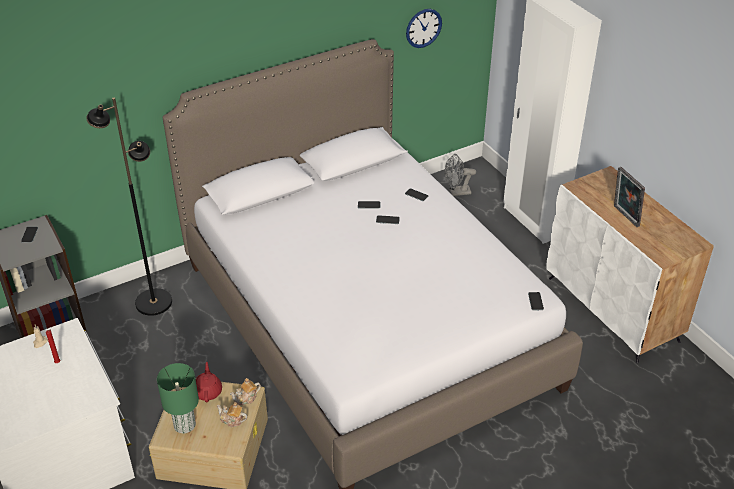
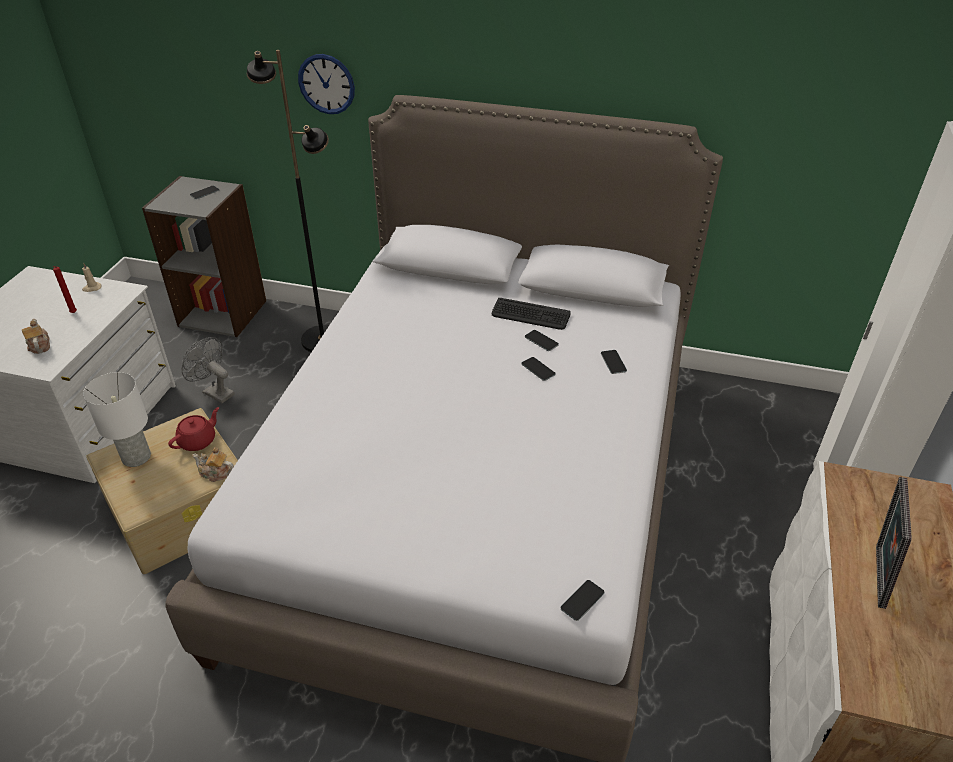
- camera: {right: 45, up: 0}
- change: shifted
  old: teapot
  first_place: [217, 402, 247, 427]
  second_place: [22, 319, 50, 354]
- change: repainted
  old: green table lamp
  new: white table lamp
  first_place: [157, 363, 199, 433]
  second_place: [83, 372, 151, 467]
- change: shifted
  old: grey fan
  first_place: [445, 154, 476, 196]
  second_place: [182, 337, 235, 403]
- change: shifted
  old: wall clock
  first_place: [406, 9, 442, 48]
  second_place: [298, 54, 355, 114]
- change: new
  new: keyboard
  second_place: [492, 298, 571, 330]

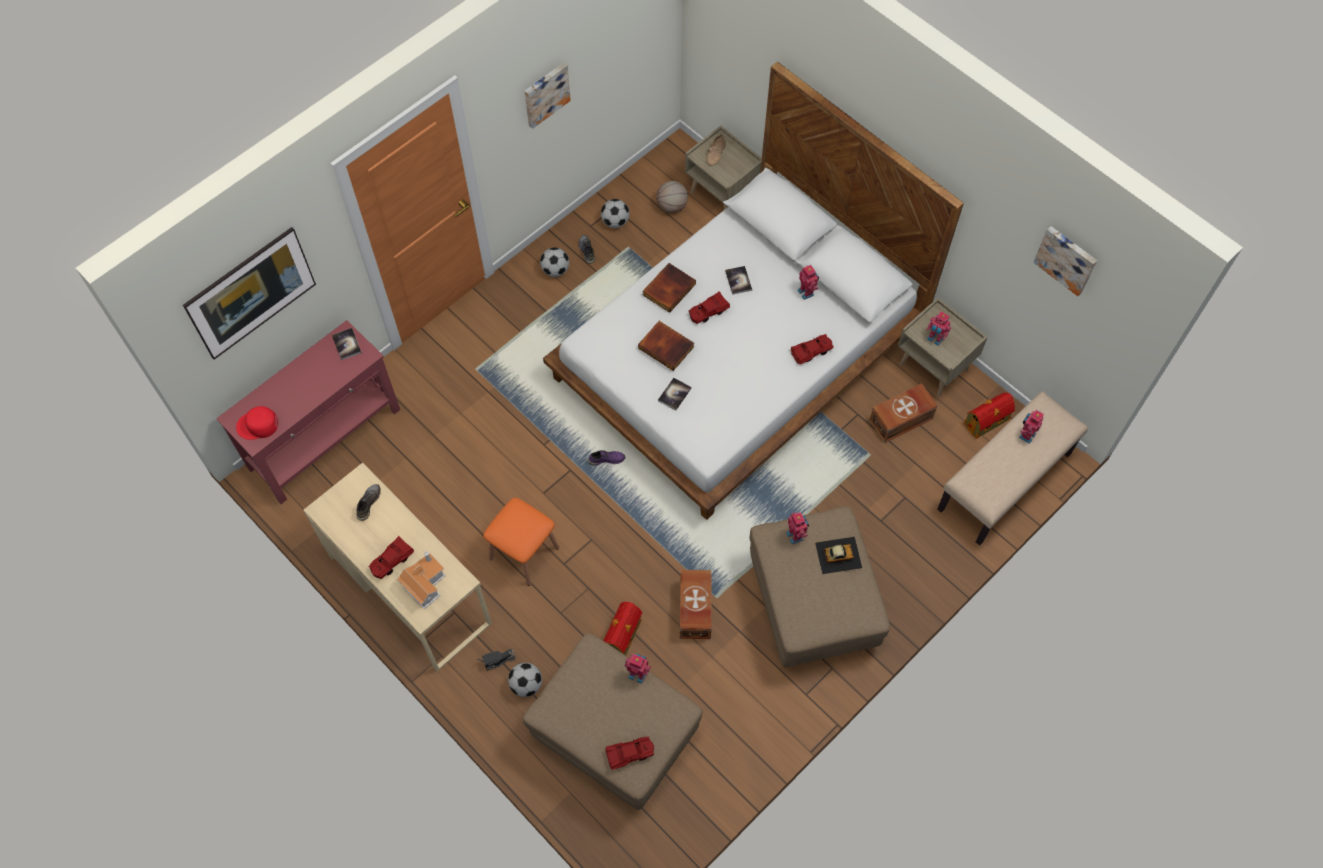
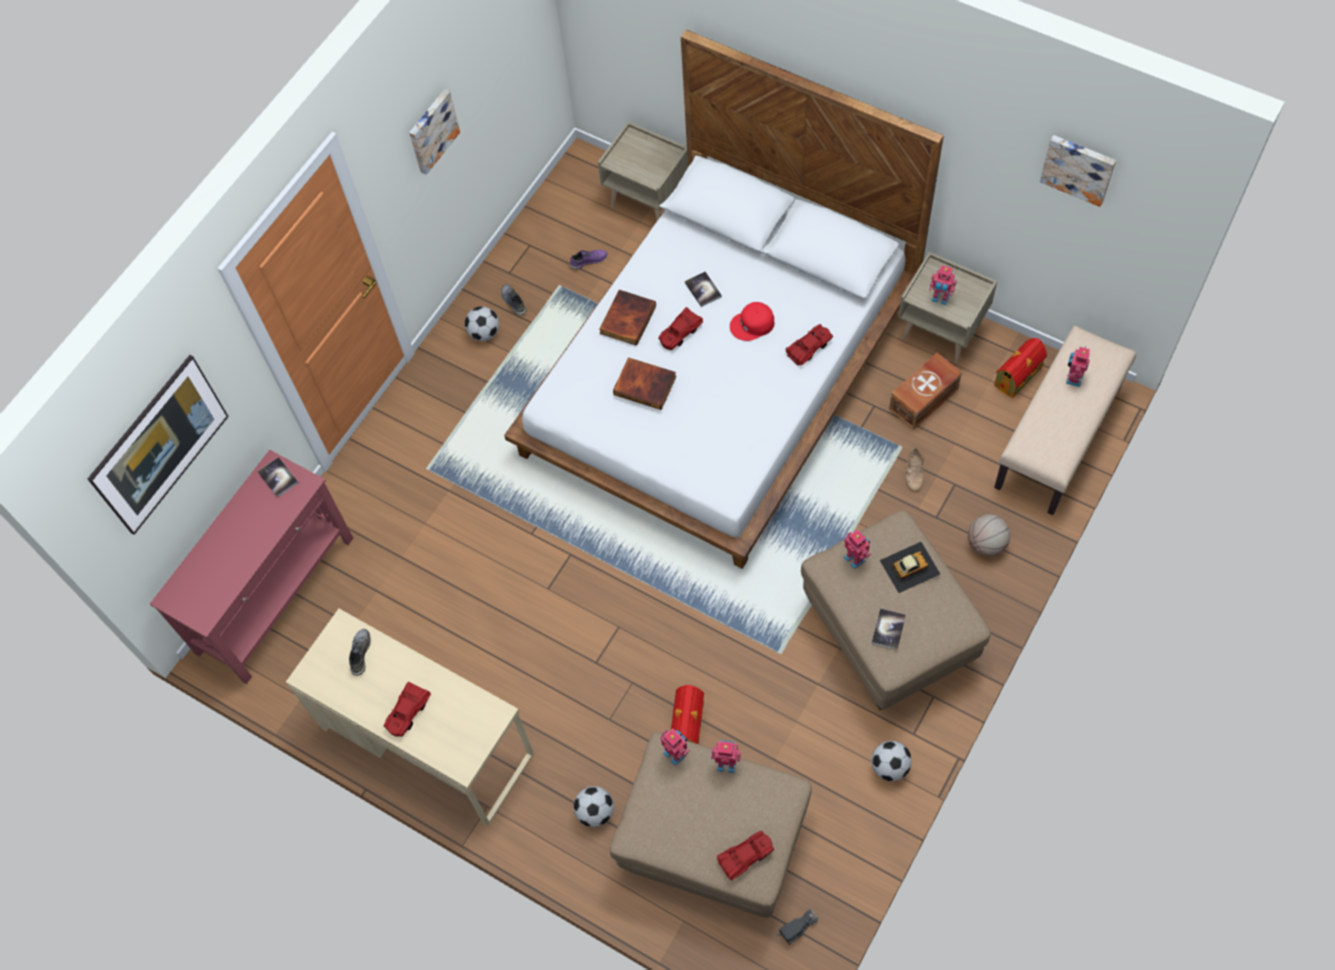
- camera: {right: -10, up: 0}
- change: shifted
  old: purple shoe
  first_place: [588, 450, 625, 466]
  second_place: [569, 250, 608, 270]
- change: shifted
  old: toy robot
  first_place: [798, 265, 819, 300]
  second_place: [660, 728, 690, 766]
- change: shifted
  old: red cap
  first_place: [236, 406, 278, 440]
  second_place: [730, 302, 774, 341]
- change: shifted
  old: toy truck
  first_place: [478, 649, 516, 671]
  second_place: [777, 910, 819, 945]
- change: shifted
  old: book
  first_place: [658, 378, 692, 411]
  second_place: [872, 608, 906, 650]
- change: shifted
  old: football
  first_place: [601, 199, 629, 228]
  second_place: [872, 741, 912, 781]
- change: shifted
  old: beige shoe
  first_place: [706, 134, 726, 166]
  second_place: [906, 447, 924, 491]
- change: shifted
  old: basketball
  first_place: [656, 181, 688, 213]
  second_place: [968, 514, 1010, 556]
- change: gone
  old: toy house
  first_place: [397, 551, 446, 609]
- change: gone
  old: orange stool
  first_place: [483, 498, 559, 586]
- change: gone
  old: brown storage box
  first_place: [680, 570, 712, 639]

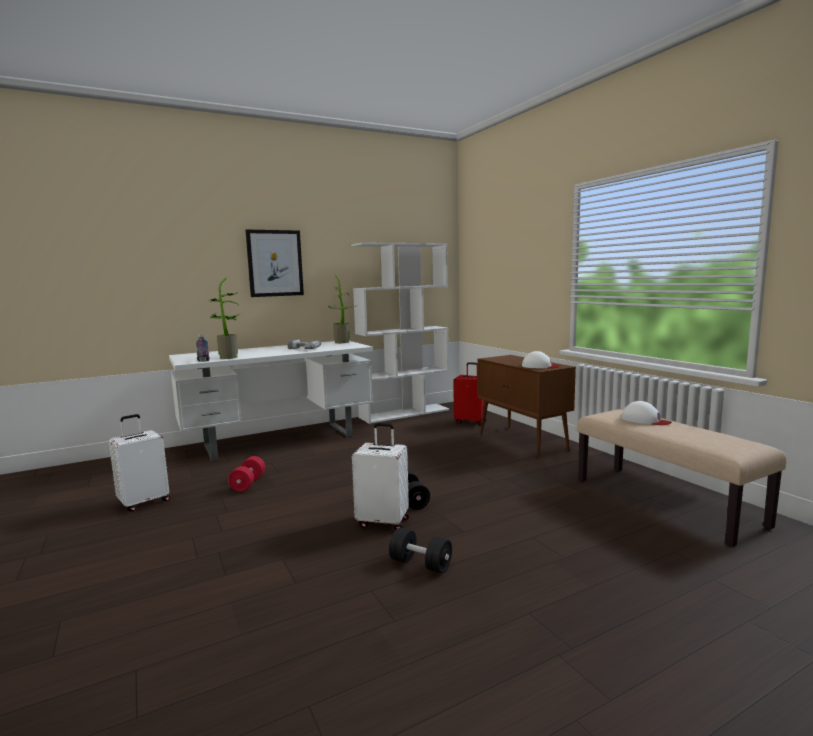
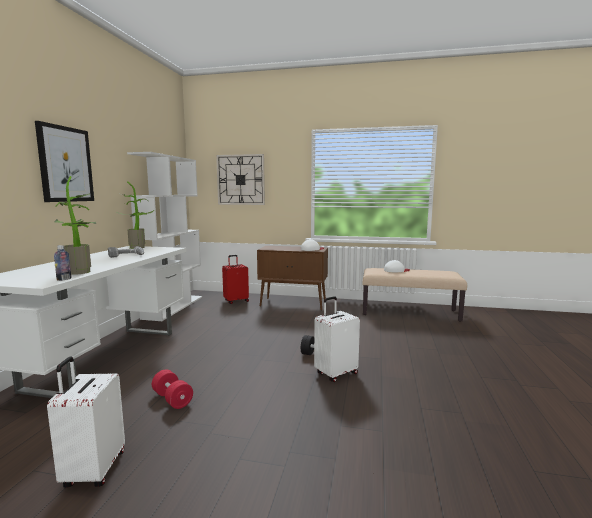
- camera: {right: -50, up: 0}
- change: new
  new: wall clock
  second_place: [216, 154, 265, 205]
- change: gone
  old: black dumbbell
  first_place: [389, 527, 452, 574]

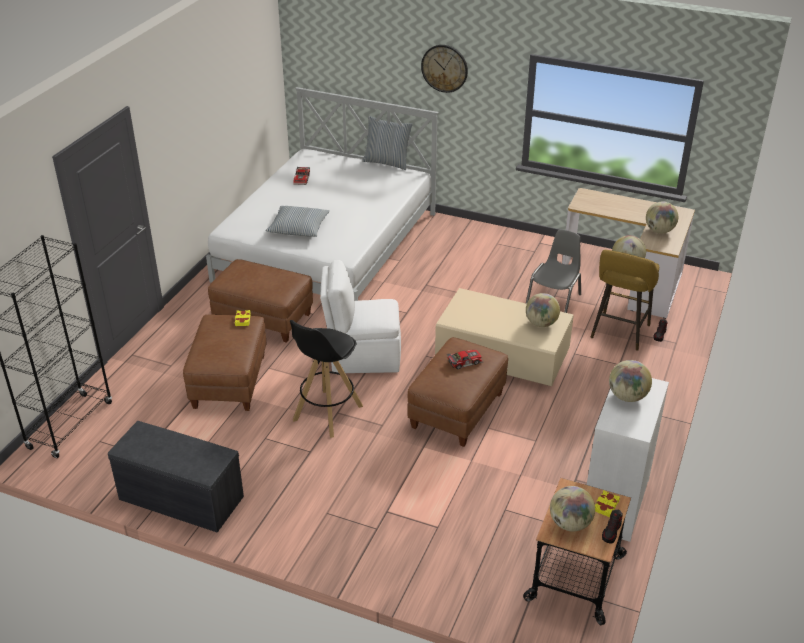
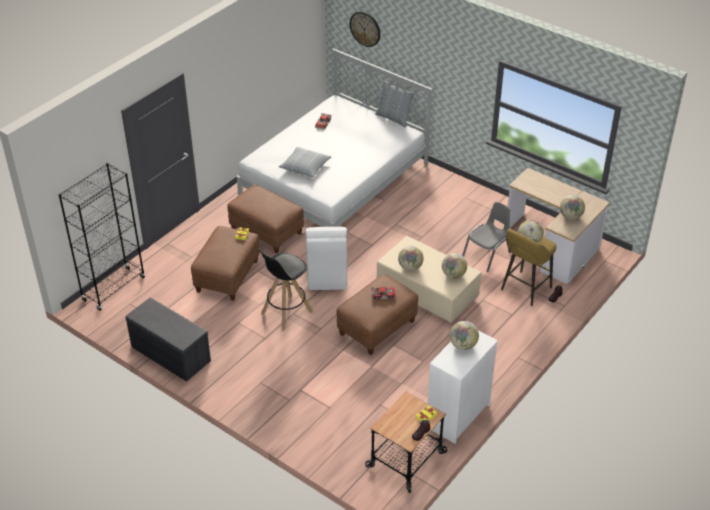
- camera: {right: 15, up: 5}
- change: rotated
  old: white chair
  first_place: [320, 260, 401, 373]
  second_place: [306, 227, 347, 290]
  degrees: -105
- change: shifted
  old: wall clock
  first_place: [421, 45, 468, 93]
  second_place: [349, 11, 380, 47]
- change: shifted
  old: globe
  first_place: [550, 486, 595, 531]
  second_place: [398, 246, 424, 271]

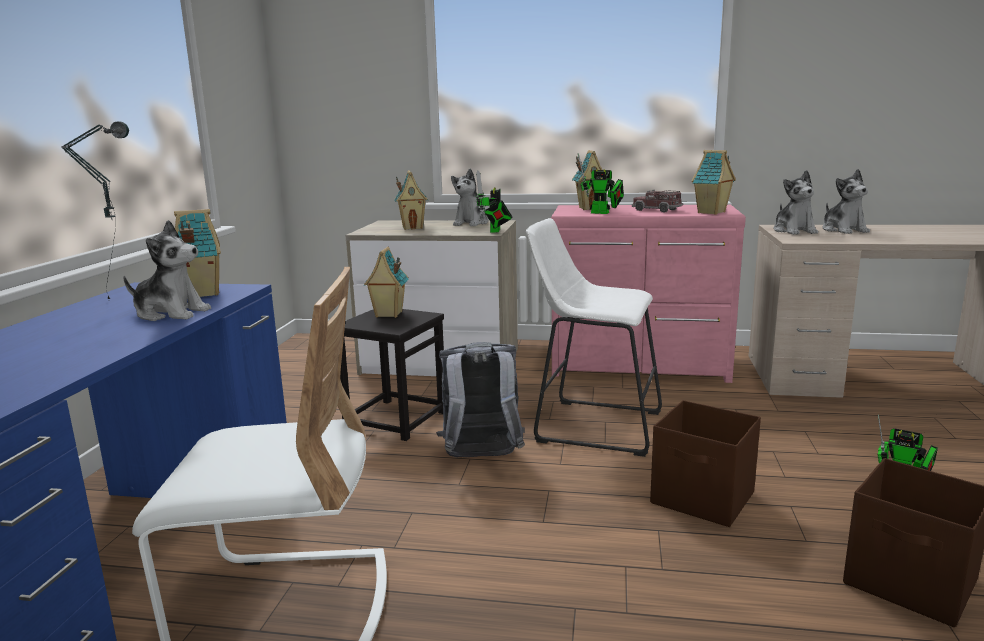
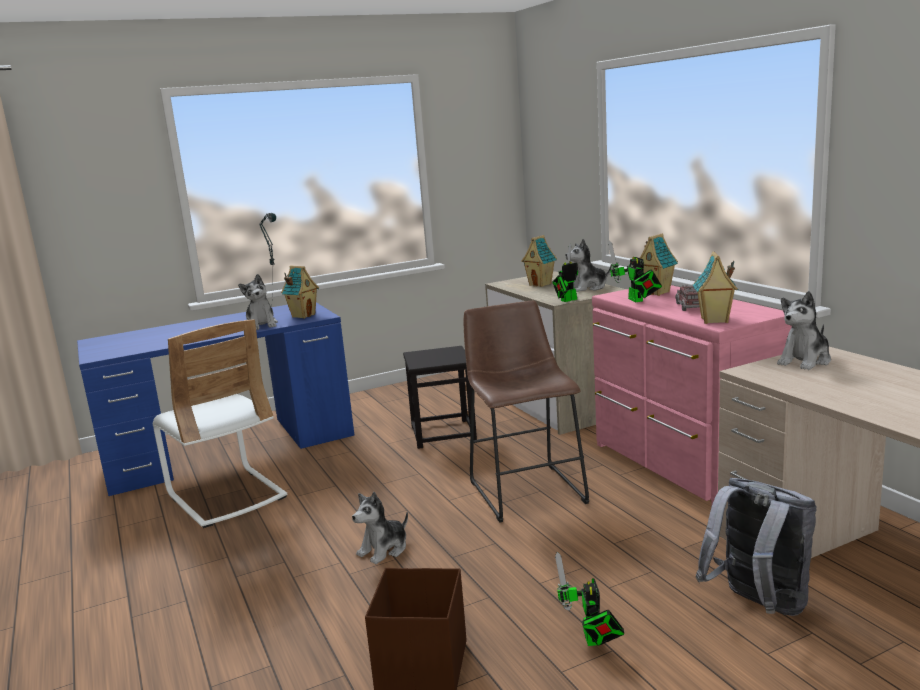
- camera: {right: 55, up: 0}
- change: shifted
  old: plush toy
  first_place: [823, 169, 870, 234]
  second_place: [352, 492, 408, 564]
- change: repainted
  old: white stool
  new: brown stool
  first_place: [526, 218, 662, 457]
  second_place: [464, 301, 589, 523]
- change: shifted
  old: grey backpack
  first_place: [436, 342, 525, 457]
  second_place: [696, 478, 817, 616]
- change: gone
  old: toy house
  first_place: [364, 247, 409, 318]
- change: gone
  old: brown storage box
  first_place: [650, 400, 761, 527]

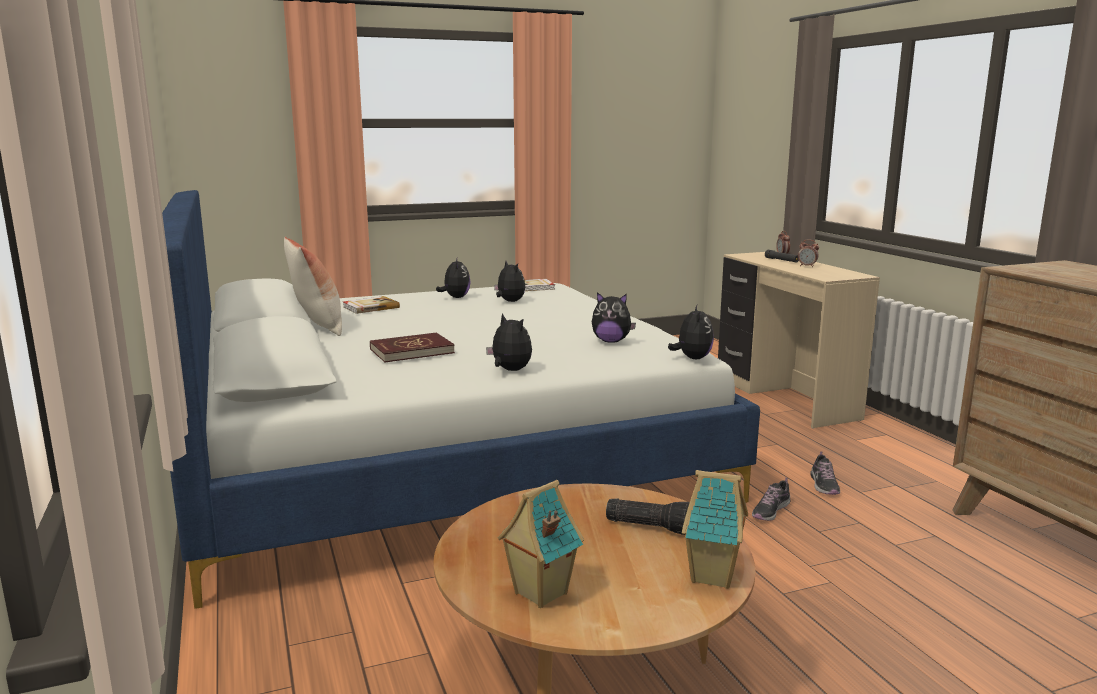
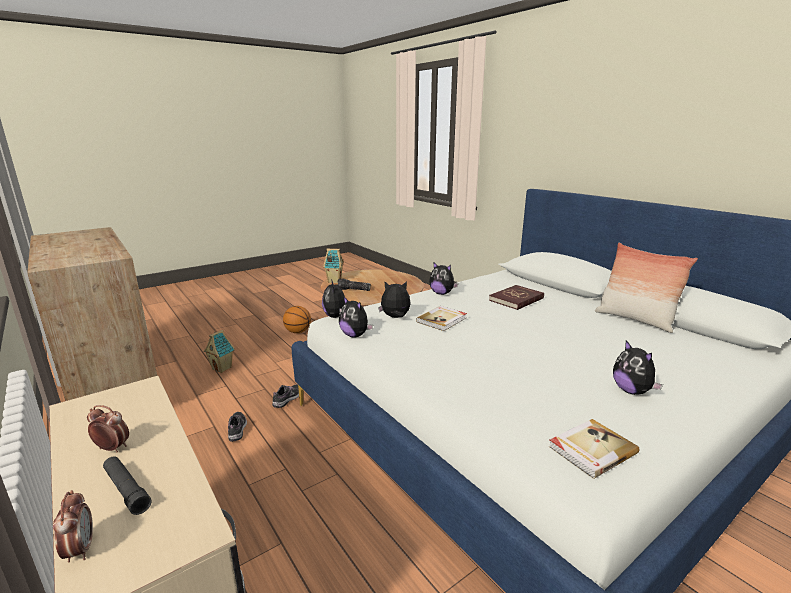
- camera: {right: 165, up: 5}
- change: shifted
  old: toy house
  first_place: [498, 480, 584, 608]
  second_place: [203, 330, 235, 373]
- change: new
  new: basketball
  second_place: [283, 306, 311, 333]
- change: shifted
  old: plush toy
  first_place: [494, 261, 525, 302]
  second_place: [339, 297, 373, 338]
- change: shifted
  old: book
  first_place: [343, 296, 400, 314]
  second_place: [416, 306, 467, 331]

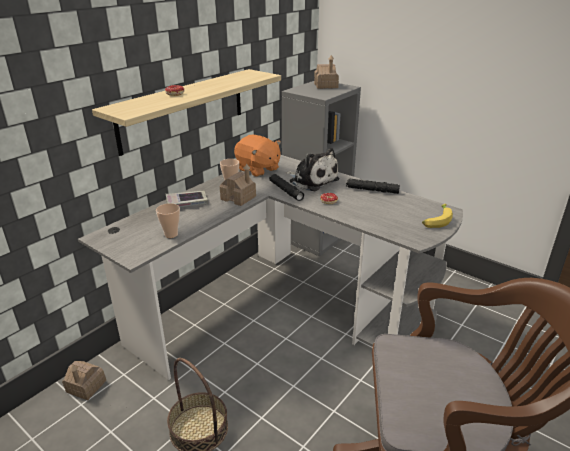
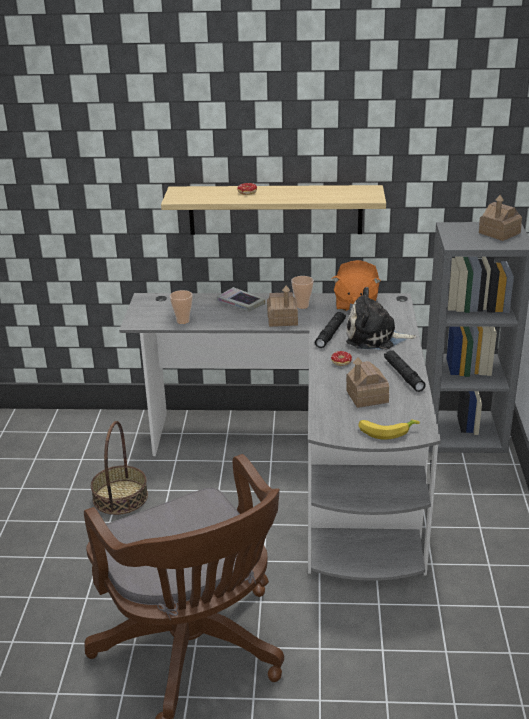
- camera: {right: 55, up: 0}
- change: rotated
  old: plush toy
  first_place: [285, 148, 339, 191]
  second_place: [346, 287, 417, 349]
  degrees: 90
- change: shifted
  old: toy house
  first_place: [62, 361, 106, 400]
  second_place: [346, 357, 389, 408]

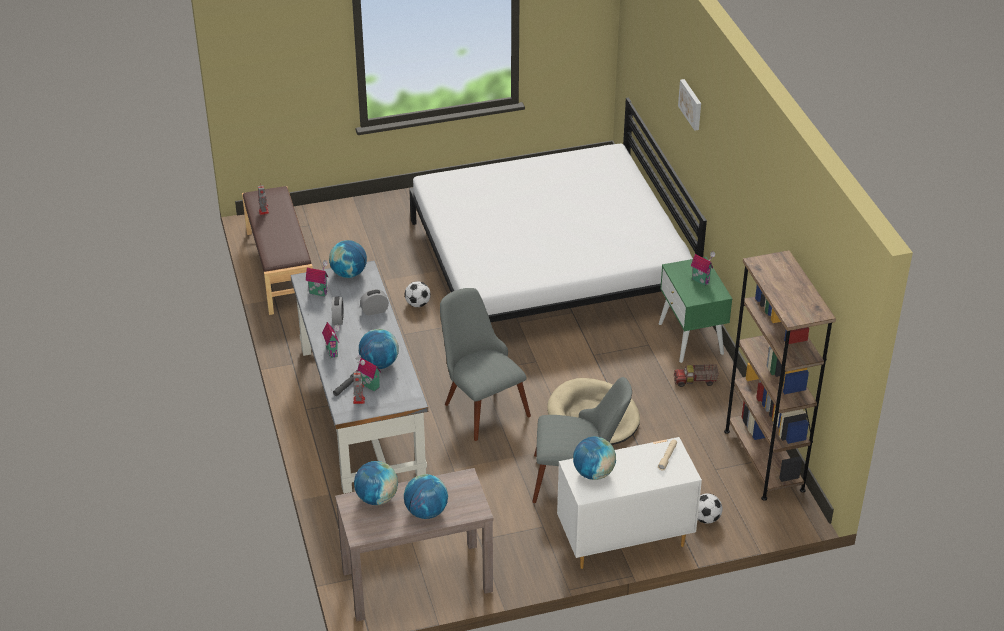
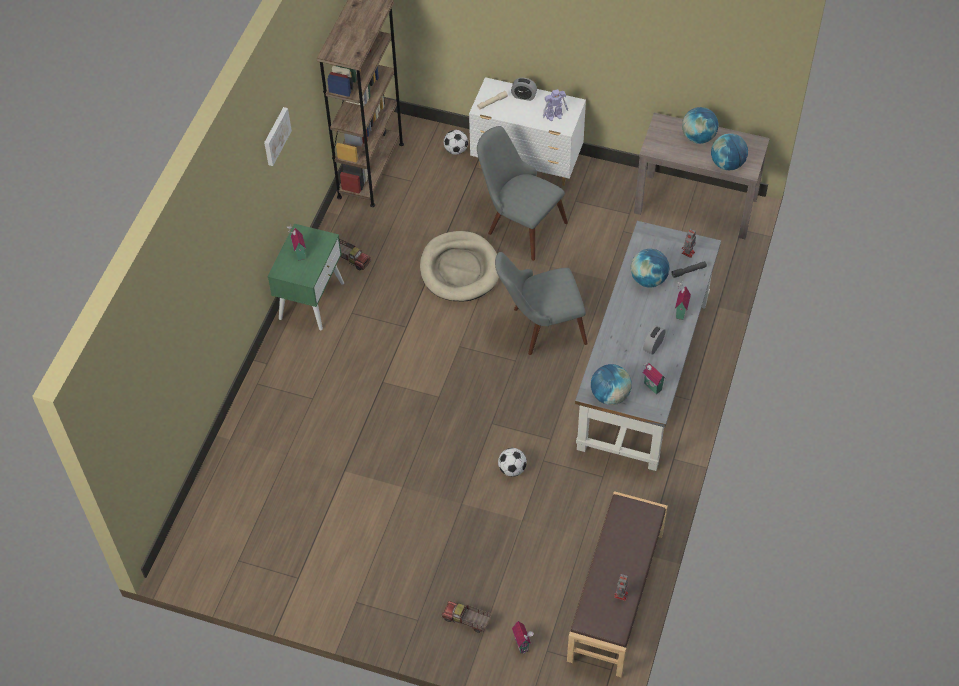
- camera: {right: -145, up: 15}
- change: shifted
  old: picture
  first_place: [678, 79, 701, 131]
  second_place: [264, 107, 292, 166]
- change: new
  new: toy truck
  second_place: [442, 601, 491, 633]
- change: rotated
  old: grey chair
  first_place: [440, 288, 531, 441]
  second_place: [495, 252, 588, 355]
  degrees: 75
- change: shifted
  old: alarm clock
  first_place: [360, 289, 389, 316]
  second_place: [511, 78, 537, 101]
- change: shifted
  old: toy house
  first_place: [355, 354, 382, 392]
  second_place: [512, 621, 534, 654]
- change: swapped
  old: globe
  new: toy robot
  first_place: [573, 437, 616, 480]
  second_place: [543, 89, 568, 121]
- change: gone
  old: white bed
  first_place: [409, 98, 707, 322]

